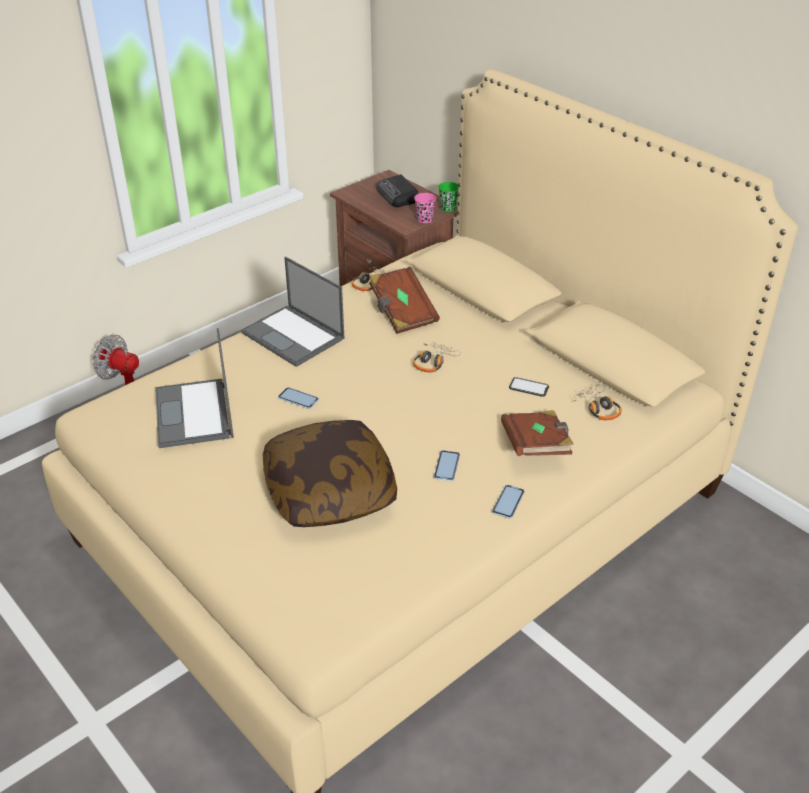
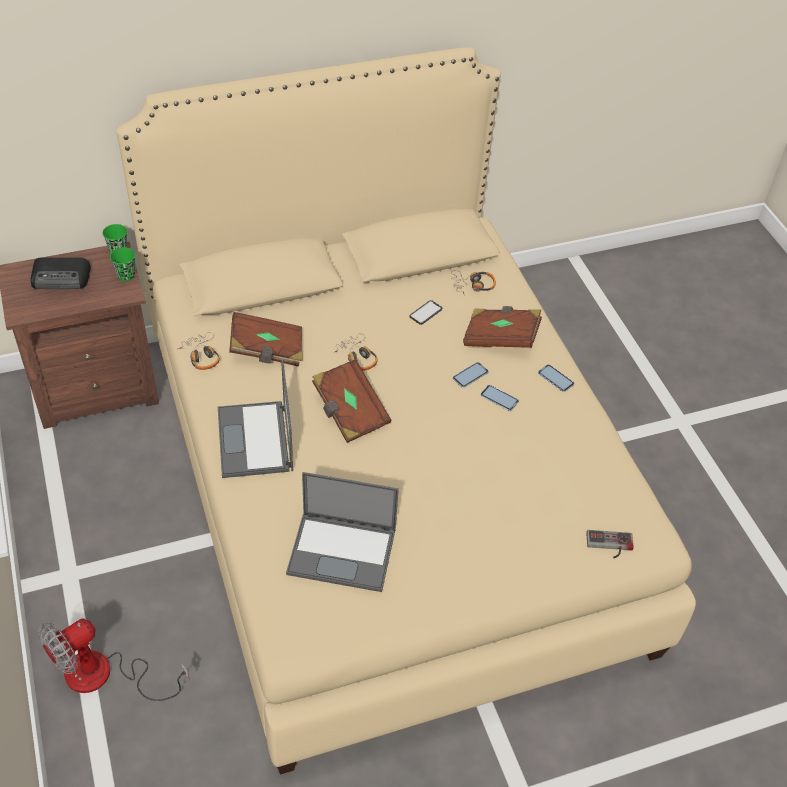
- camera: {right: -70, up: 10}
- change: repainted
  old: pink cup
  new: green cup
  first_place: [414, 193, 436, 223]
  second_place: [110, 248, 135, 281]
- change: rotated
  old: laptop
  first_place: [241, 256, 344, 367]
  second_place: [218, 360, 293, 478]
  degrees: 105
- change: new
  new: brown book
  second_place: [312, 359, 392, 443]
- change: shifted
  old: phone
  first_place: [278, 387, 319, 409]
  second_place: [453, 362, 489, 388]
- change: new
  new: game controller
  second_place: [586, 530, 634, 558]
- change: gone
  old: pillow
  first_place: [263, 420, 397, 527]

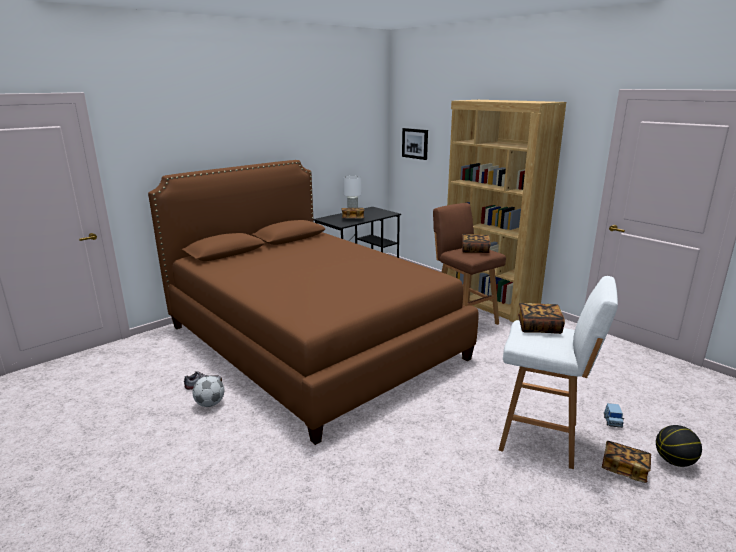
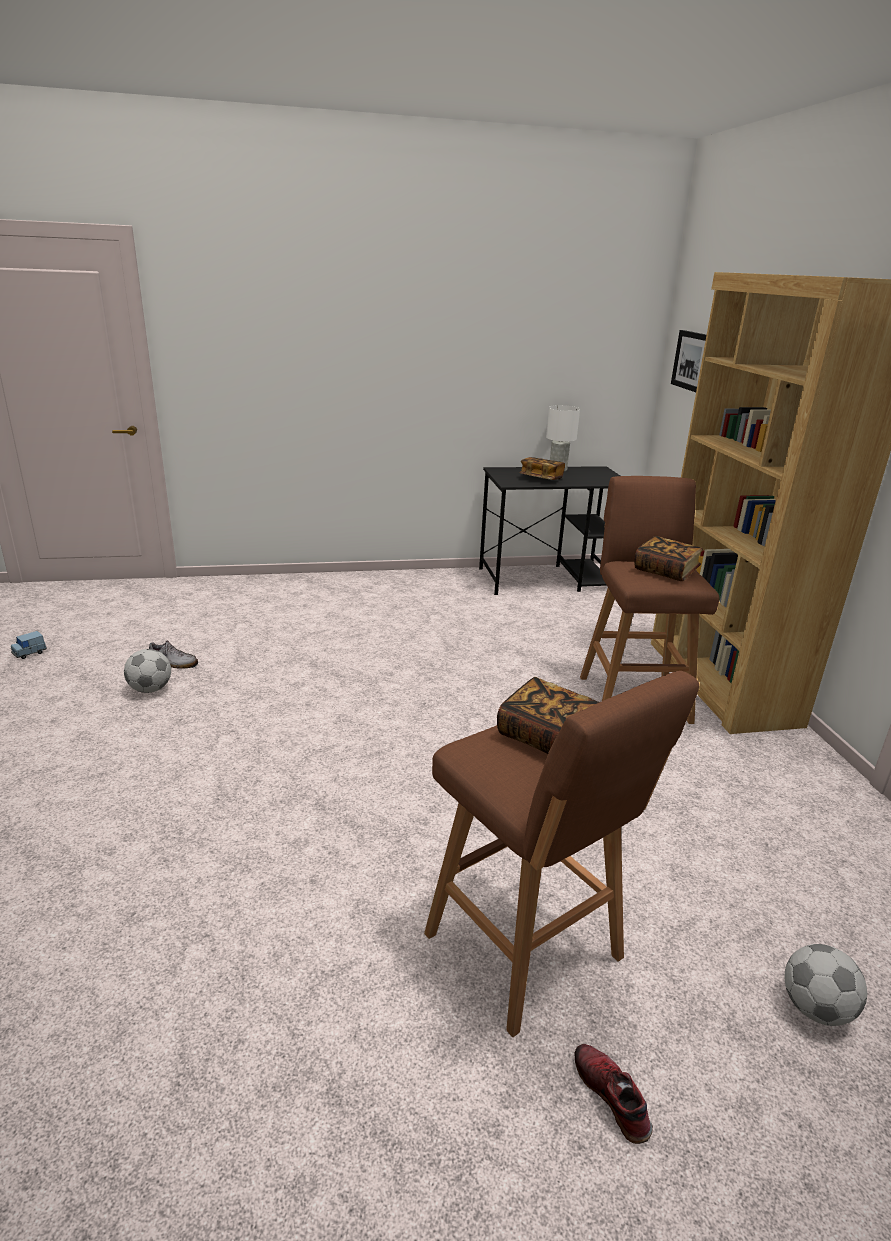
- camera: {right: 30, up: 5}
- change: shifted
  old: blue toy car
  first_place: [604, 403, 624, 428]
  second_place: [11, 631, 47, 659]
- change: repainted
  old: white stool
  new: brown stool
  first_place: [499, 276, 618, 469]
  second_place: [424, 671, 699, 1037]
- change: swapped
  old: book
  new: shoe
  first_place: [602, 441, 651, 483]
  second_place: [575, 1044, 653, 1144]
- change: new
  new: football
  second_place: [784, 944, 867, 1026]
- change: gone
  old: brown bed
  first_place: [148, 160, 479, 445]
- change: gone
  old: basketball
  first_place: [656, 425, 702, 467]

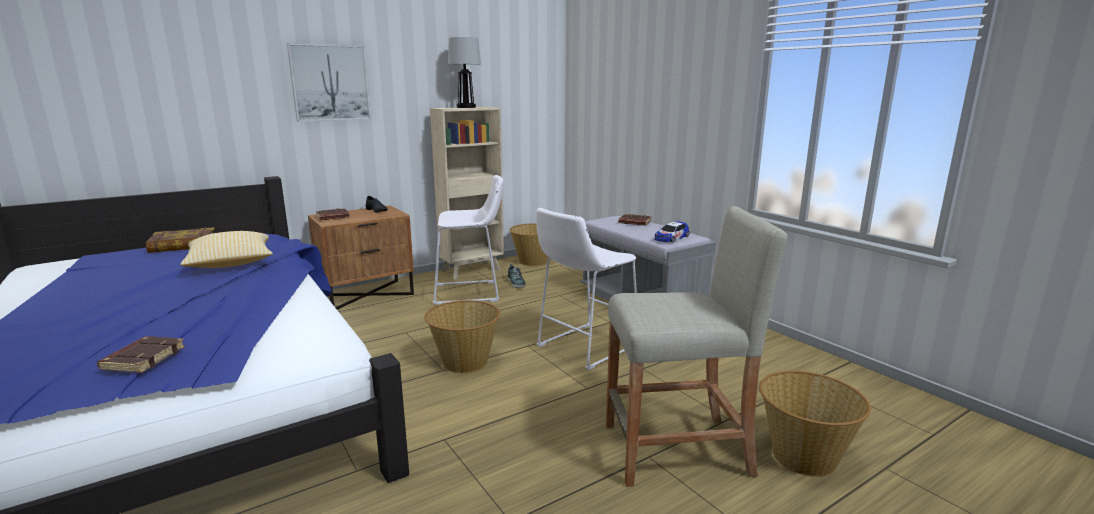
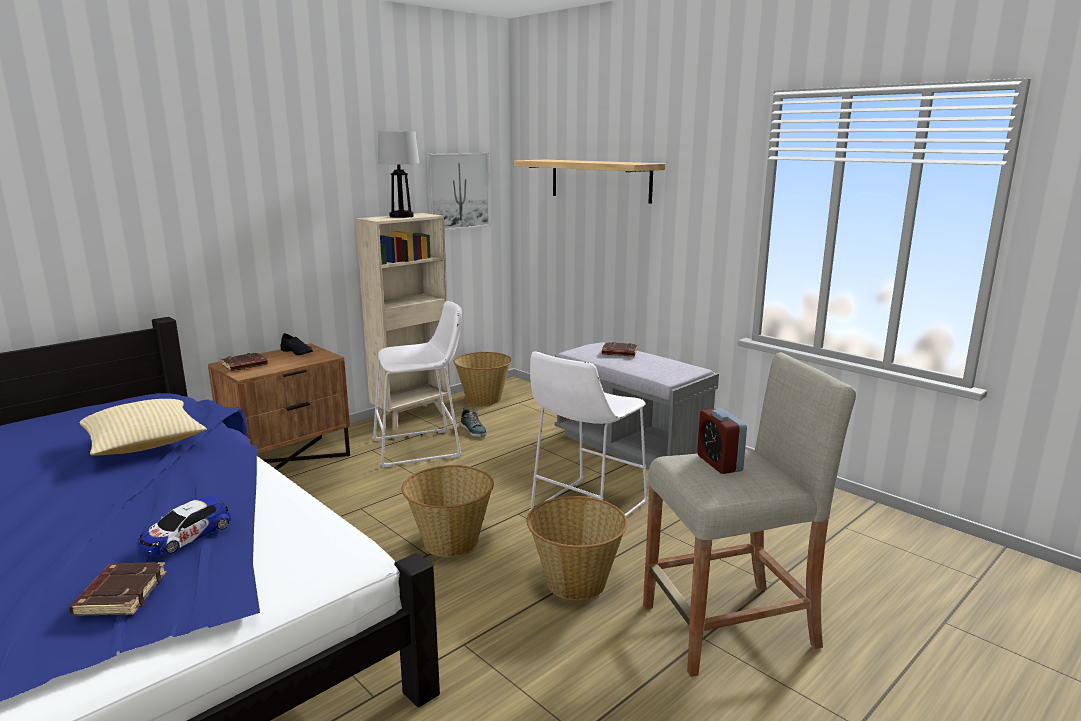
- camera: {right: -10, up: 0}
- change: shifted
  old: toy car
  first_place: [655, 221, 690, 242]
  second_place: [138, 495, 231, 556]
- change: shifted
  old: picture
  first_place: [287, 43, 371, 122]
  second_place: [426, 153, 490, 231]
- change: new
  new: shelf
  second_place: [514, 160, 665, 204]
- change: shifted
  old: basket
  first_place: [759, 371, 871, 477]
  second_place: [527, 496, 628, 601]
- change: new
  new: alarm clock
  second_place: [697, 408, 747, 474]
- change: gone
  old: book
  first_place: [146, 227, 215, 253]

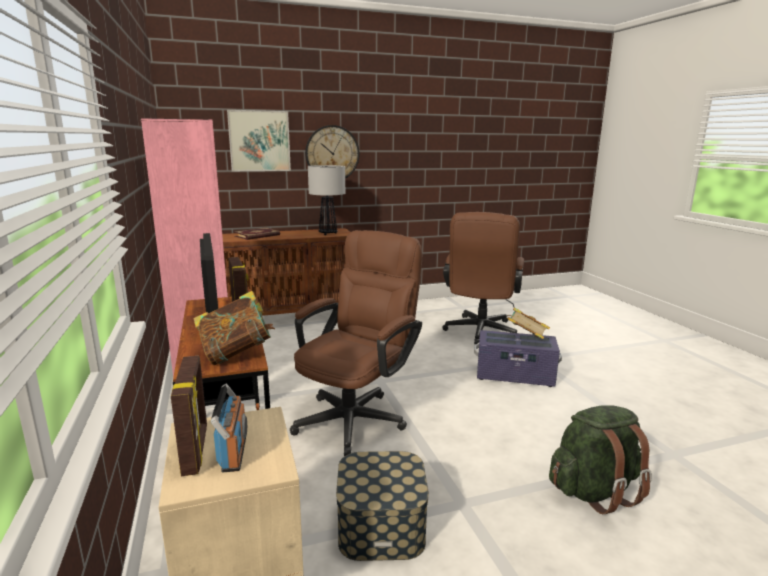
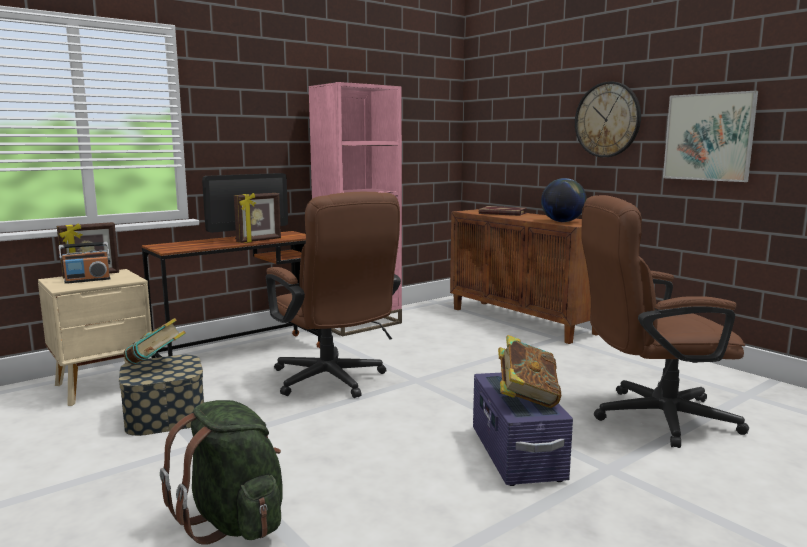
- camera: {right: 70, up: -5}
- change: shifted
  old: book
  first_place: [194, 291, 275, 366]
  second_place: [124, 318, 186, 365]
- change: rotated
  old: brown office chair
  first_place: [290, 230, 422, 456]
  second_place: [266, 192, 401, 398]
  degrees: 45
- change: swapped
  old: table lamp
  new: globe
  first_place: [308, 165, 345, 235]
  second_place: [541, 178, 586, 222]
- change: shifted
  old: picture
  first_place: [227, 110, 291, 171]
  second_place: [663, 91, 758, 182]

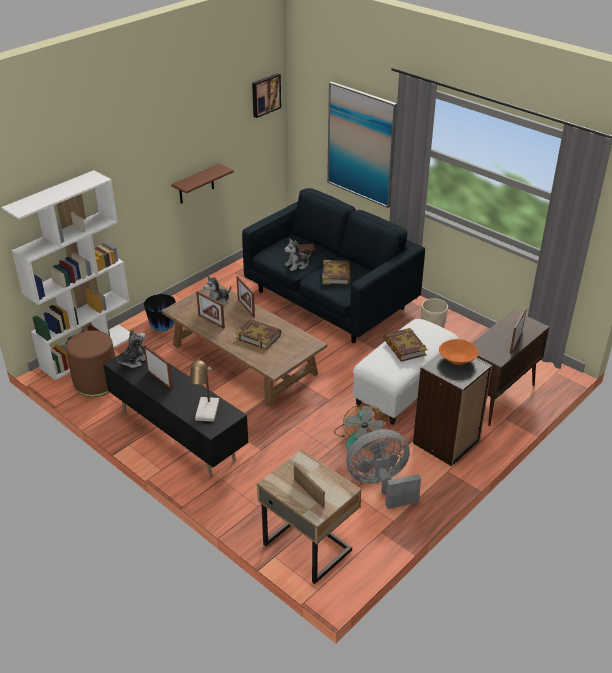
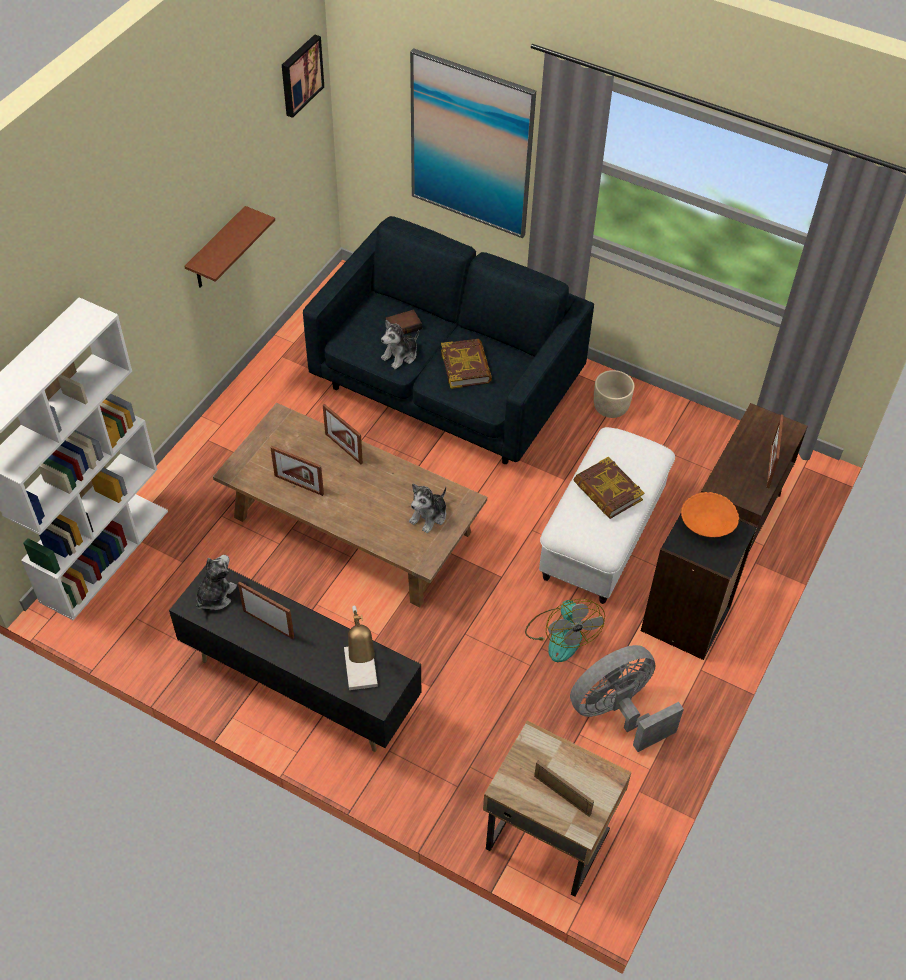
- camera: {right: -15, up: 15}
- change: shifted
  old: plush toy
  first_place: [204, 276, 231, 306]
  second_place: [409, 483, 446, 533]
- change: gone
  old: brown ottoman
  first_place: [66, 330, 115, 397]
- change: gone
  old: vase
  first_place: [144, 294, 176, 331]
- change: gone
  old: book
  first_place: [235, 319, 281, 350]

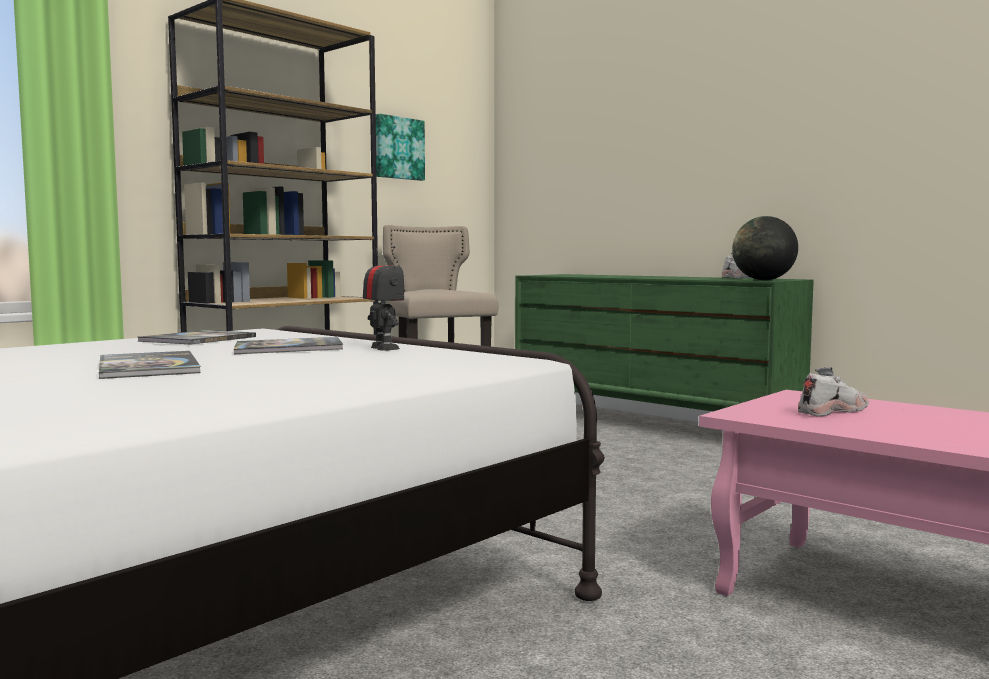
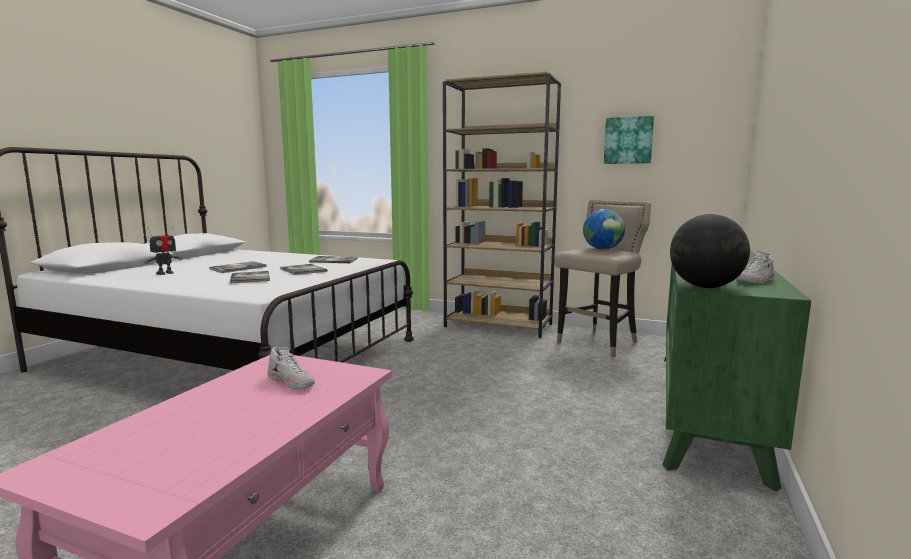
- camera: {right: 70, up: 5}
- change: shifted
  old: toy robot
  first_place: [363, 246, 404, 351]
  second_place: [145, 227, 182, 275]
- change: new
  new: book
  second_place: [230, 271, 270, 283]
- change: new
  new: globe
  second_place: [583, 209, 625, 250]

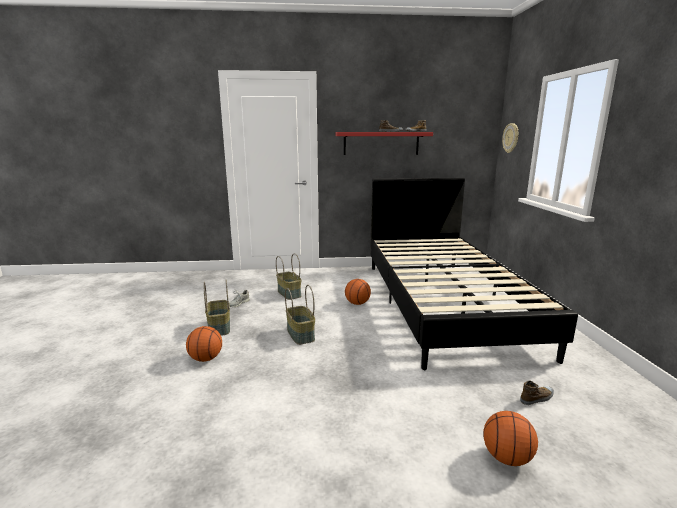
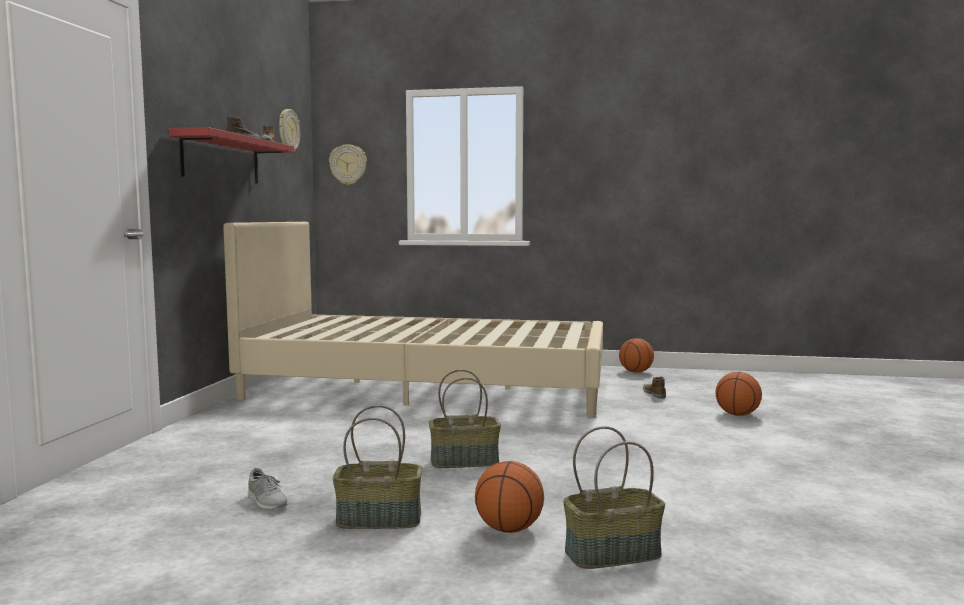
- camera: {right: -75, up: -10}
- change: repainted
  old: black bed
  new: beige bed
  first_place: [370, 178, 578, 370]
  second_place: [223, 222, 603, 418]
- change: new
  new: wall clock
  second_place: [279, 109, 300, 151]
- change: shifted
  old: basket
  first_place: [276, 253, 301, 300]
  second_place: [563, 426, 665, 569]
- change: shifted
  old: basketball
  first_place: [345, 279, 371, 305]
  second_place: [619, 338, 654, 373]

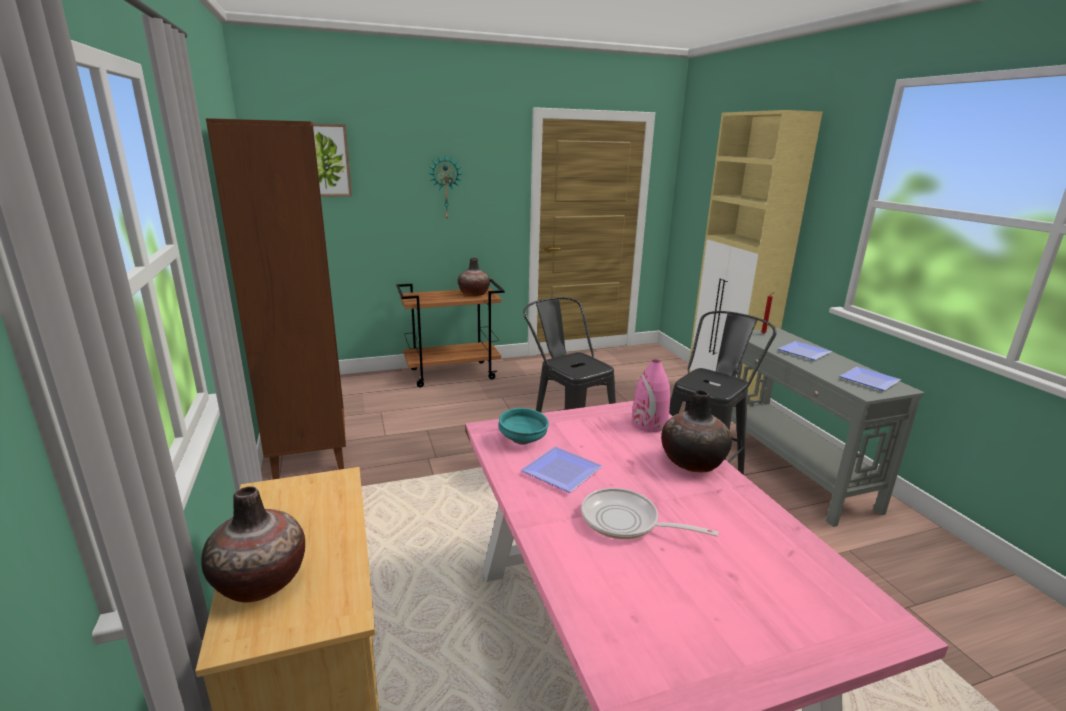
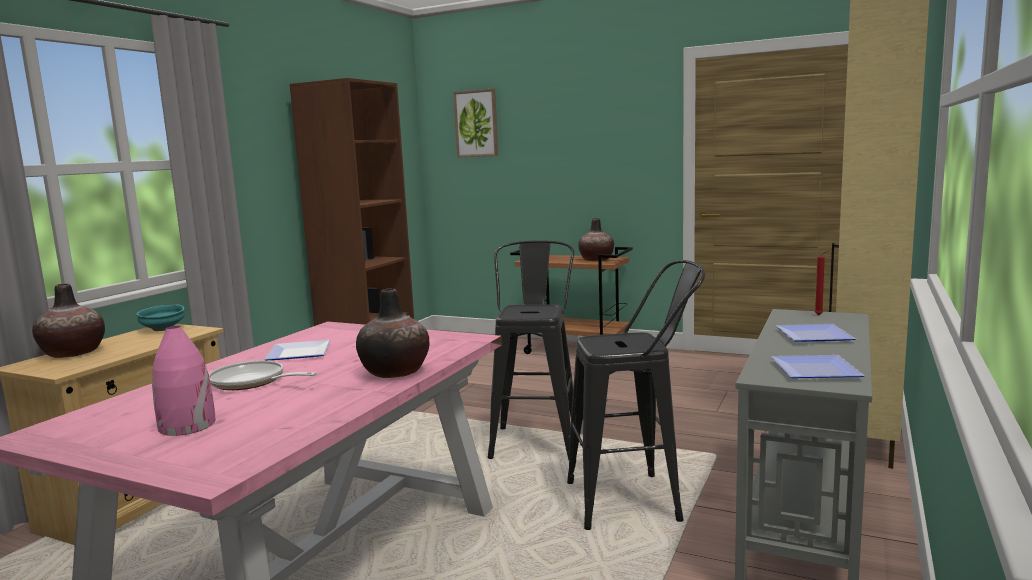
- camera: {right: 45, up: -10}
- change: shifted
  old: turquoise bowl
  first_place: [499, 408, 549, 445]
  second_place: [136, 305, 184, 331]
- change: shifted
  old: pink vase
  first_place: [632, 359, 670, 432]
  second_place: [152, 326, 216, 436]
- change: rotated
  old: frying pan
  first_place: [581, 488, 719, 539]
  second_place: [209, 360, 317, 390]
  degrees: -45
- change: gone
  old: wall clock
  first_place: [428, 155, 463, 218]

